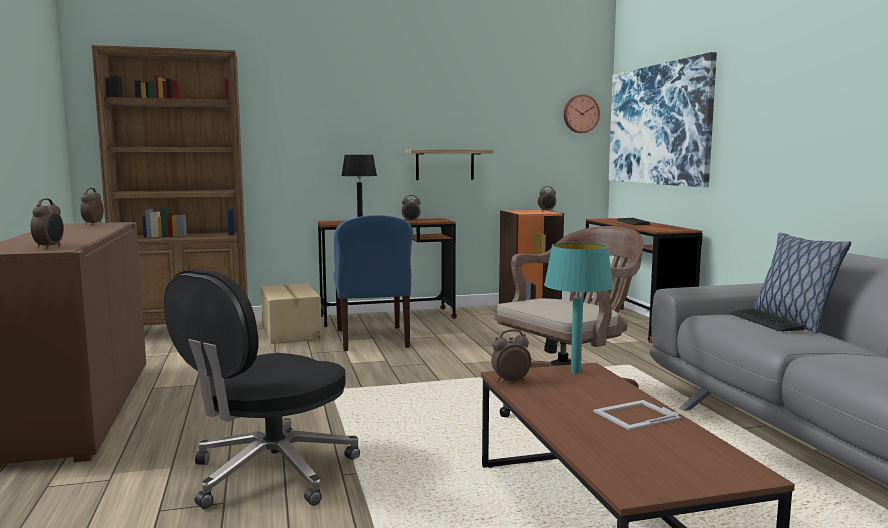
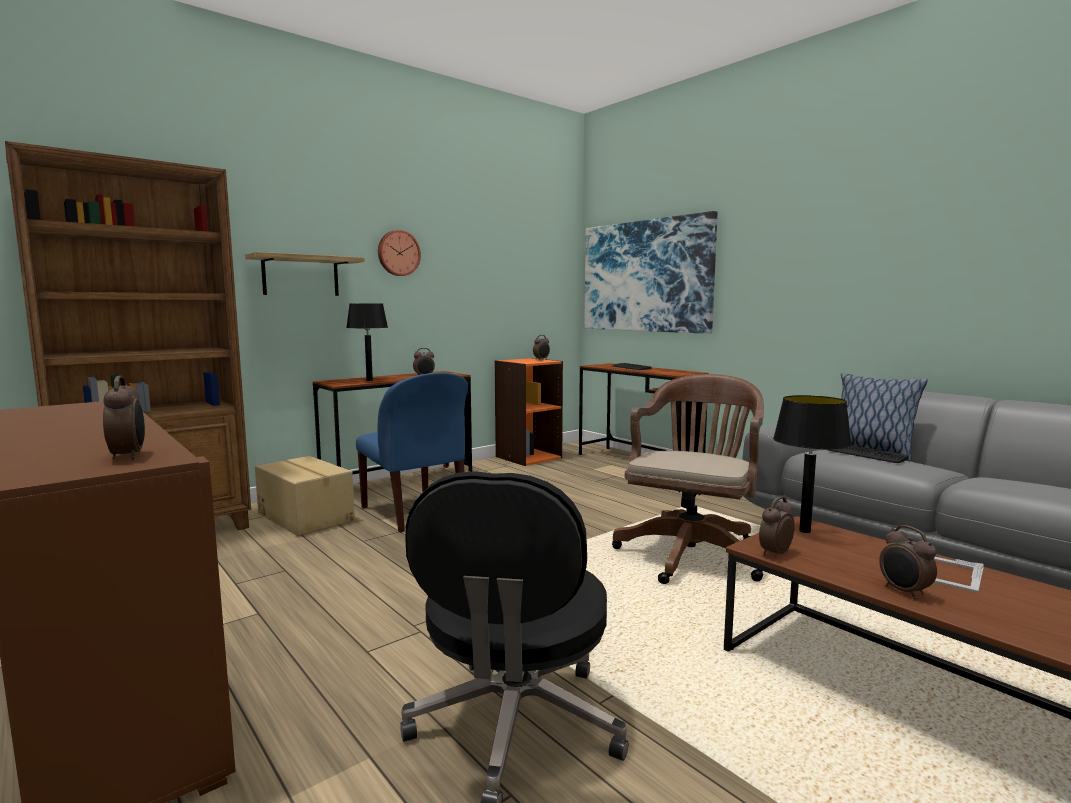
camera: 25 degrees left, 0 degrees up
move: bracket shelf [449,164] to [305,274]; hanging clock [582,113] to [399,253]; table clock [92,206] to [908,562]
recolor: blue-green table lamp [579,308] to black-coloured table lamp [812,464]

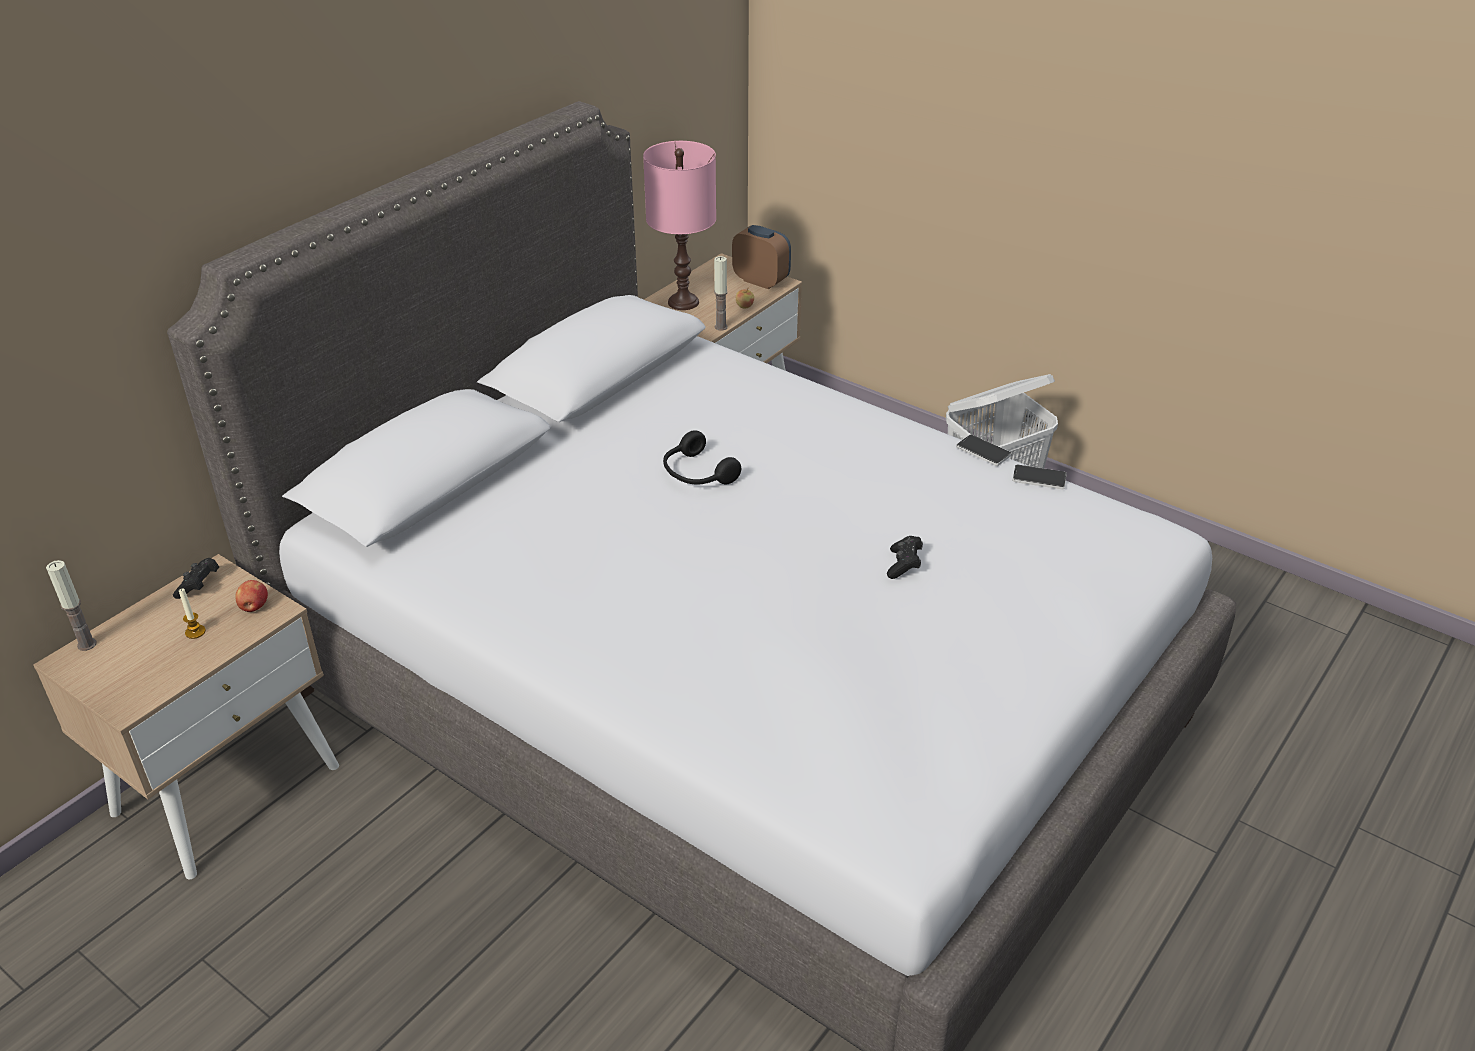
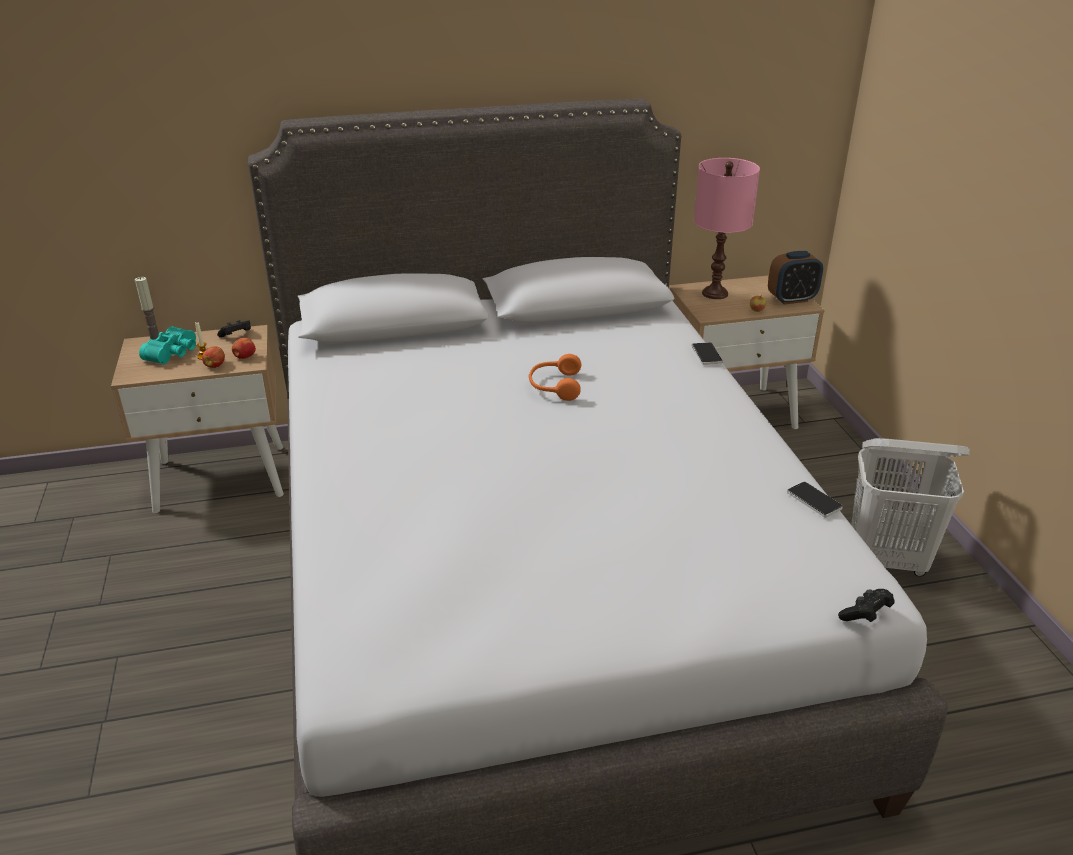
camera: 40 degrees right, 5 degrees down
delete: wax light [721,293]
insert: blue-green binoculars [167,345]; apple [213,357]
move: telephone [984,450] to [707,353]; black-coloured game controller [905,557] to [866,605]
recolor: black-coloured pair of headphones [702,457] to orangey pair of headphones [555,377]
rotate: table clock [761,257] = [795,278] 90 degrees clockwise

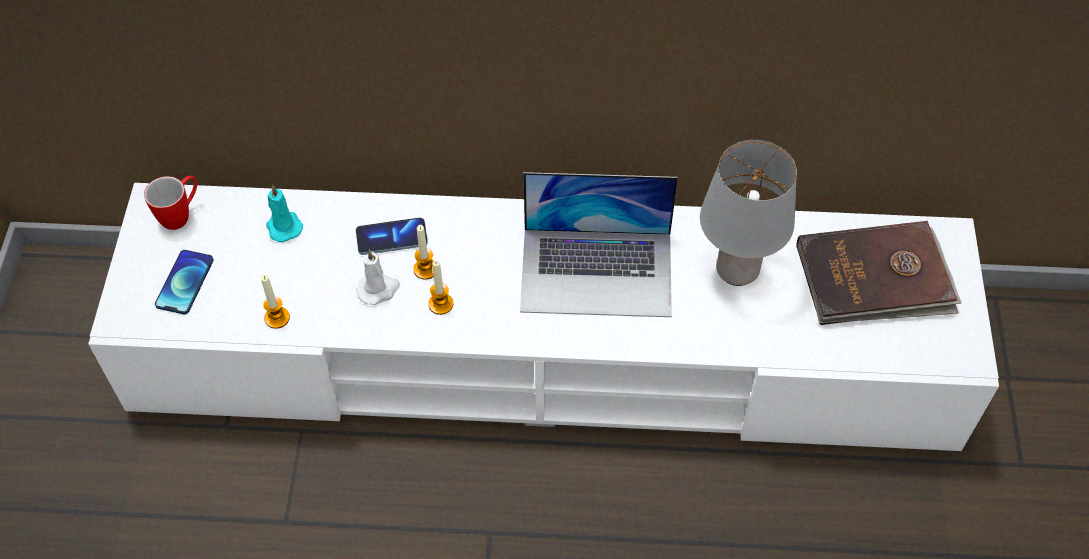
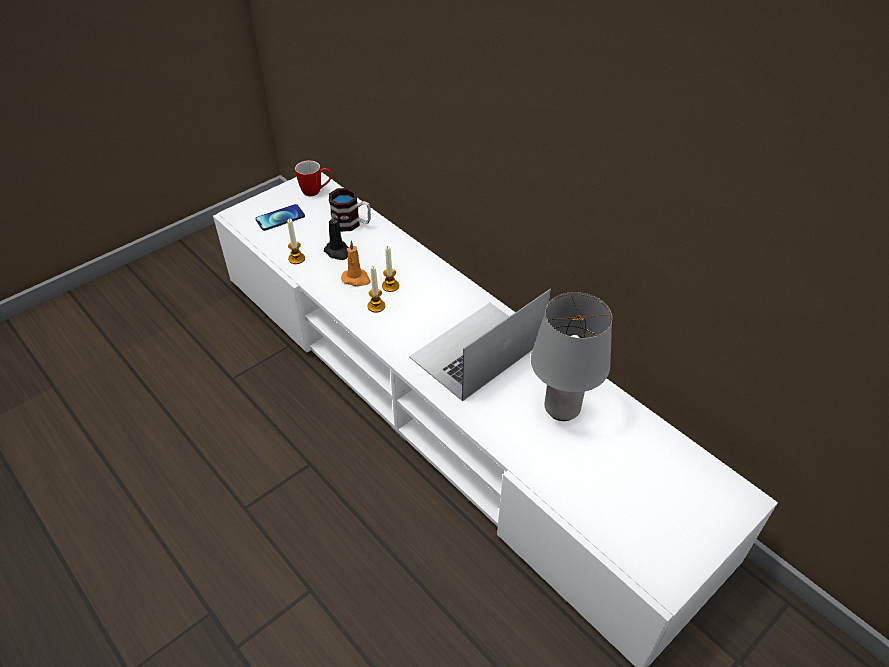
camera: 45 degrees right, 10 degrees down
delete: telephone [392,236]; brownish book [879,273]
insert: black-coloured wax light [336,236]
replace: blue-green wax light [284,213] to tea mug [350,210]
recolor: white wax light [378,277] to orangey wax light [356,263]
rotate: portable computer [599,244] = [480,344] 90 degrees clockwise

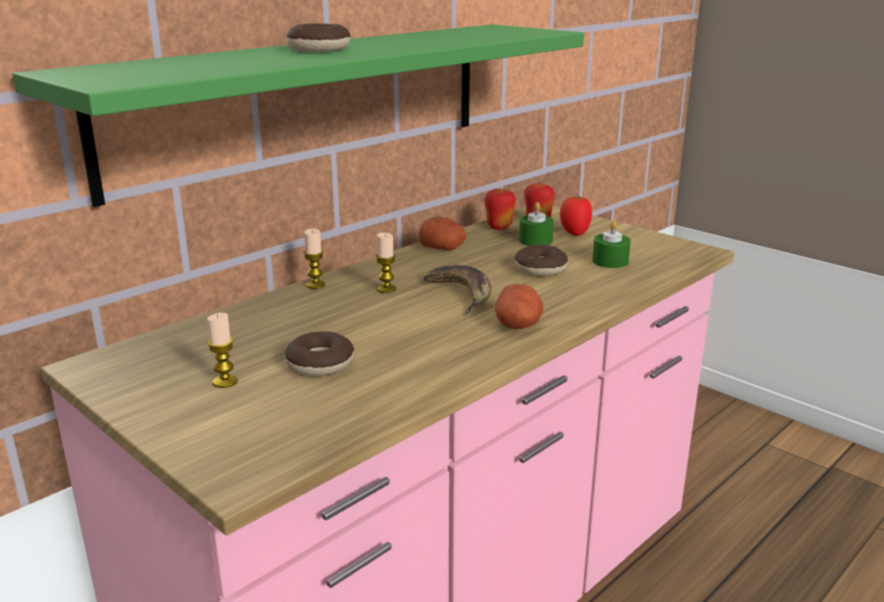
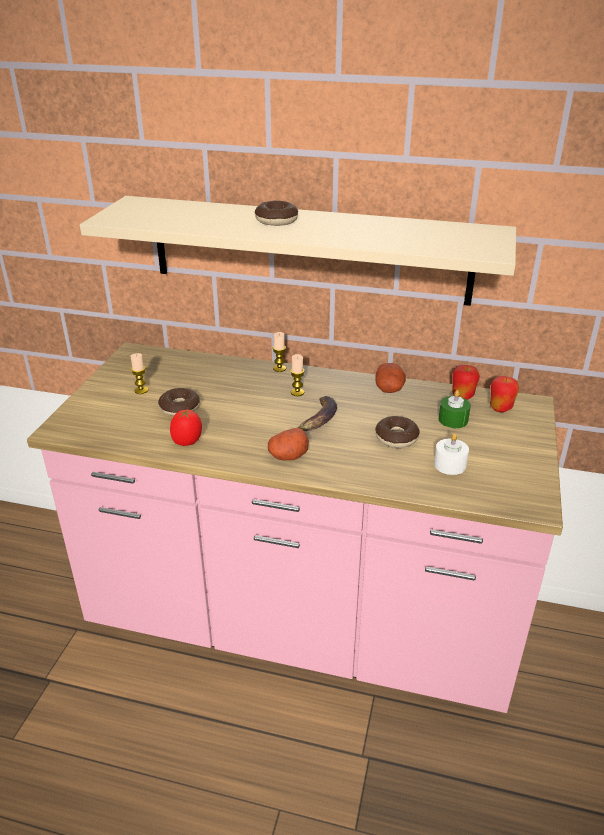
camera: 60 degrees right, 10 degrees up
move: tomato [576,216] to [186,428]
recolor: green-coloured bracket shelf [298,115] to beige-coloured bracket shelf [298,251]; green-coloured wax light [611,244] to white wax light [451,454]

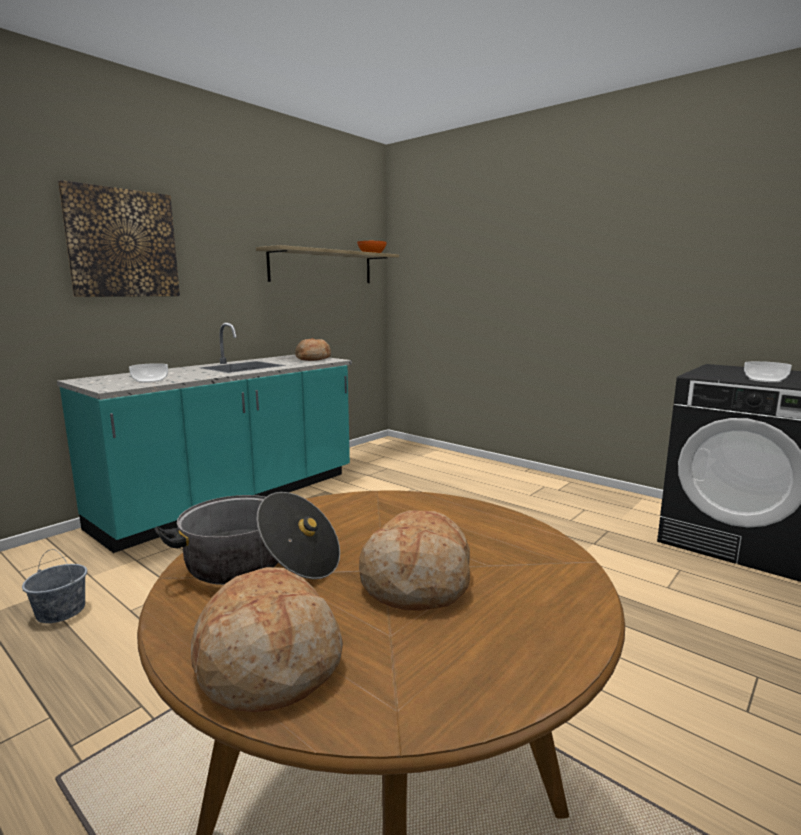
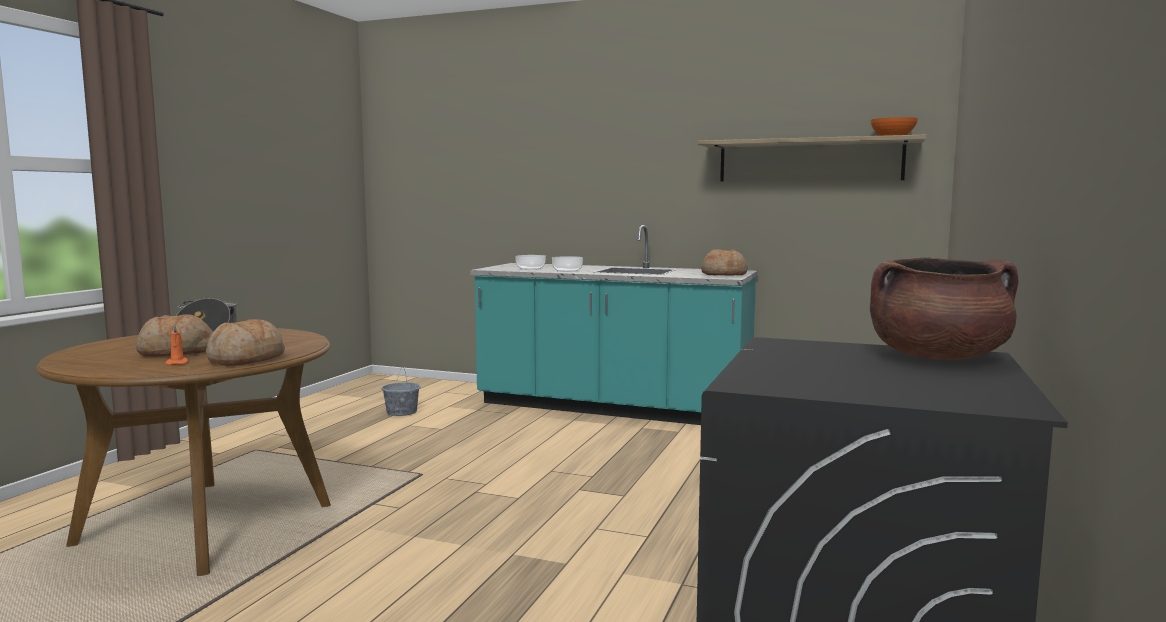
camera: 70 degrees right, 5 degrees down
delete: wall picture [119,238]
insert: orangey wax light [177,344]; brownish saucepot [944,308]
move: bread [267,639] to [245,342]; serving bowl [768,372] to [567,264]

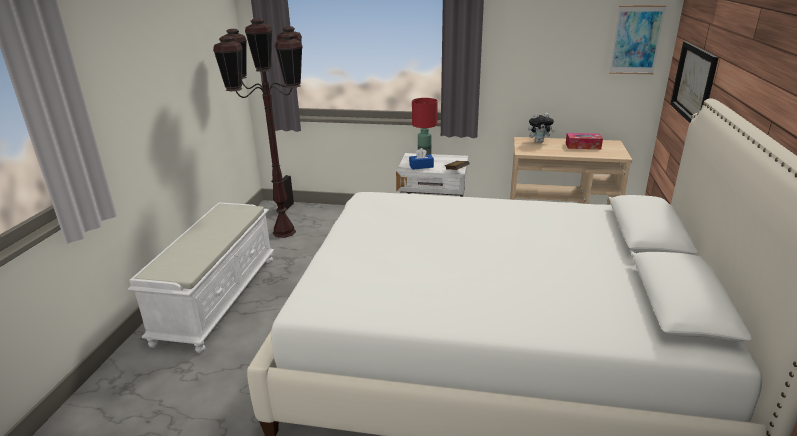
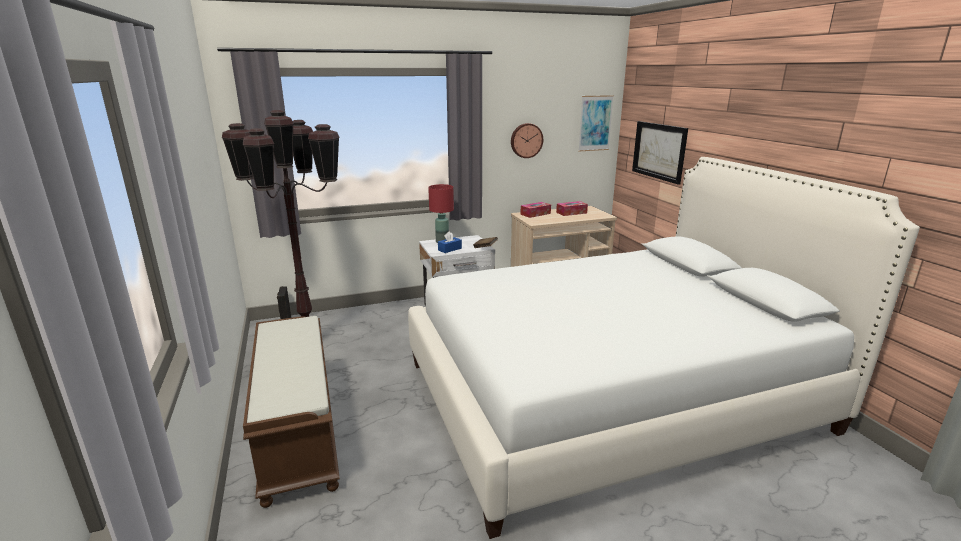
camera: 30 degrees left, 5 degrees down
insert: hanging clock [527,140]
replace: plush toy [541,128] to tissue holder [535,210]
recolor: white indoor bench [201,277] to brownish indoor bench [291,412]

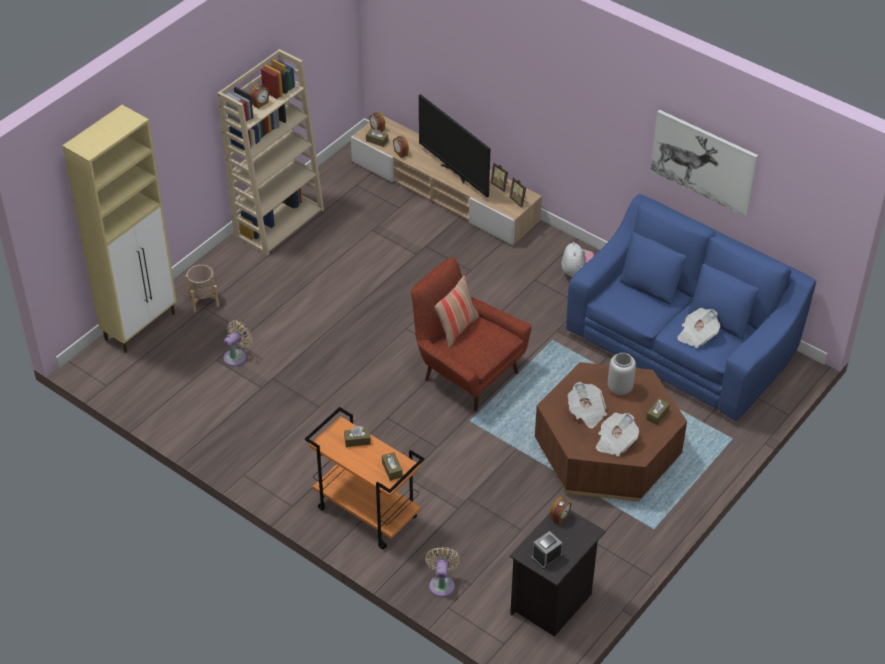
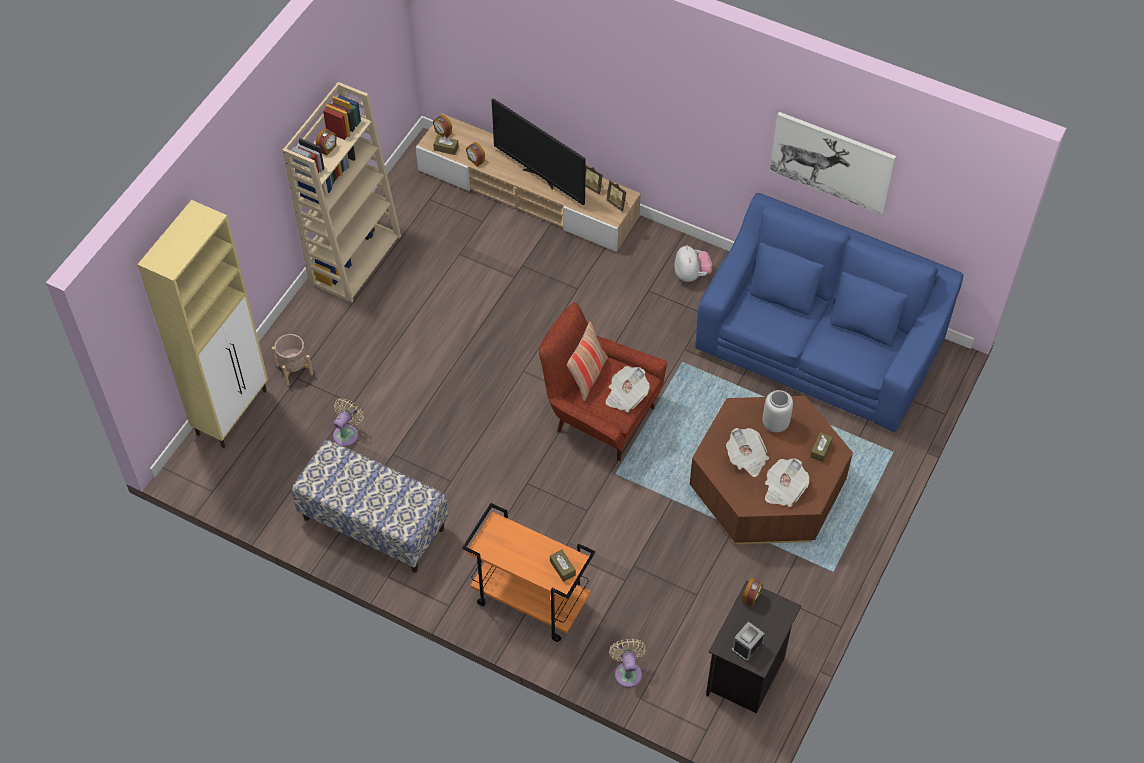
camera: 10 degrees left, 10 degrees up
delete: brownish tissue holder [357,436]
insert: indoor bench [370,506]
move: newspaper [698,328] to [627,389]

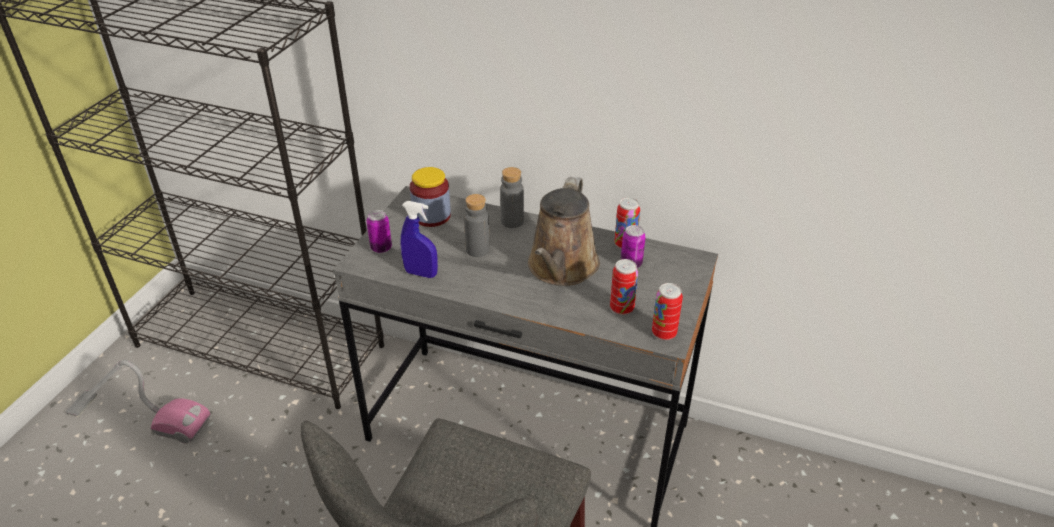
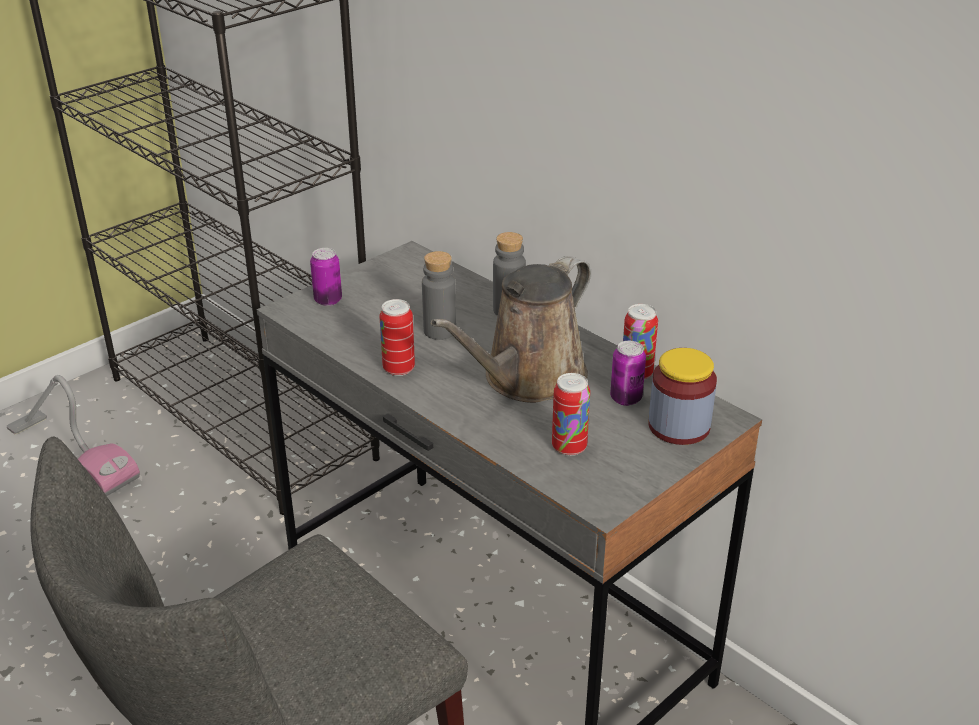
camera: 25 degrees right, 5 degrees down
delete: bluish spray bottle [419,239]
move: metal can [667,311] to [397,337]; storage jar [430,197] to [683,396]

